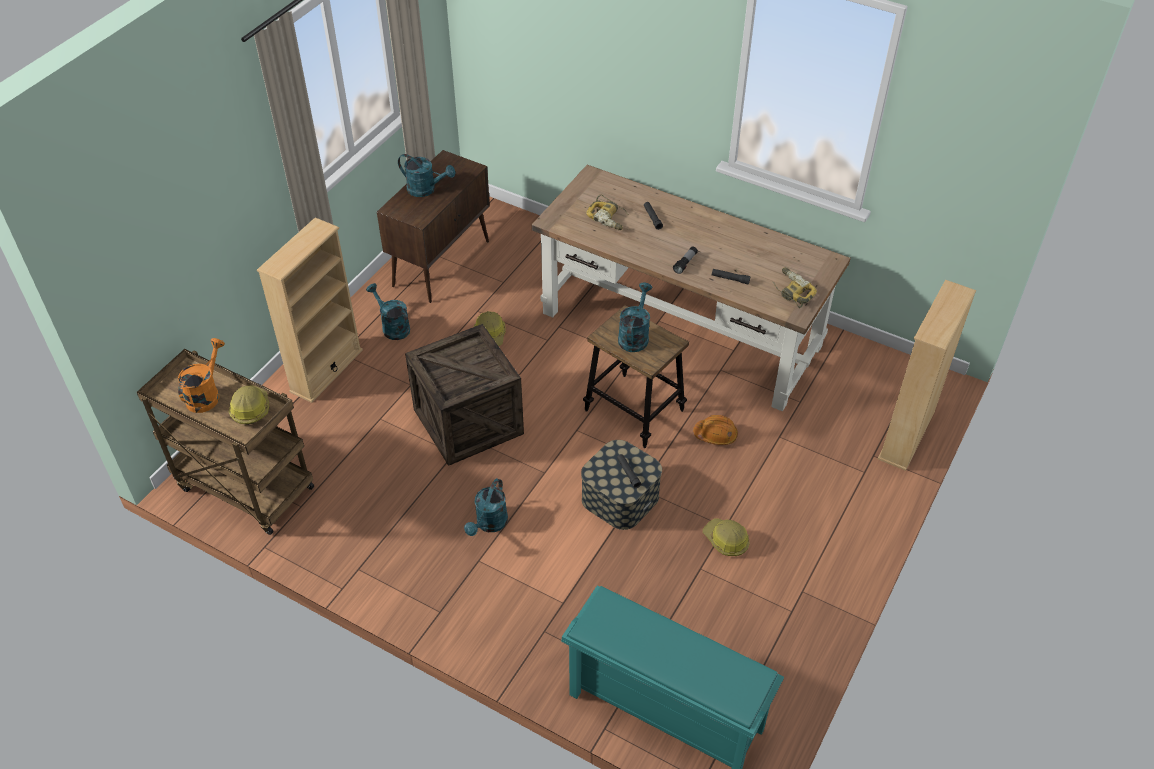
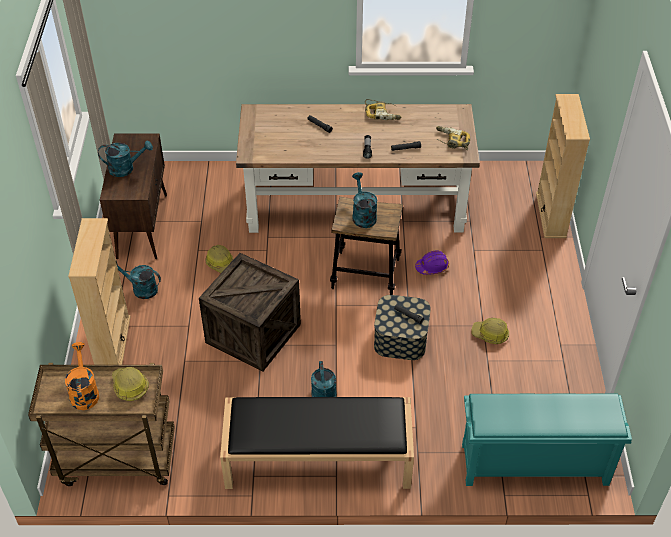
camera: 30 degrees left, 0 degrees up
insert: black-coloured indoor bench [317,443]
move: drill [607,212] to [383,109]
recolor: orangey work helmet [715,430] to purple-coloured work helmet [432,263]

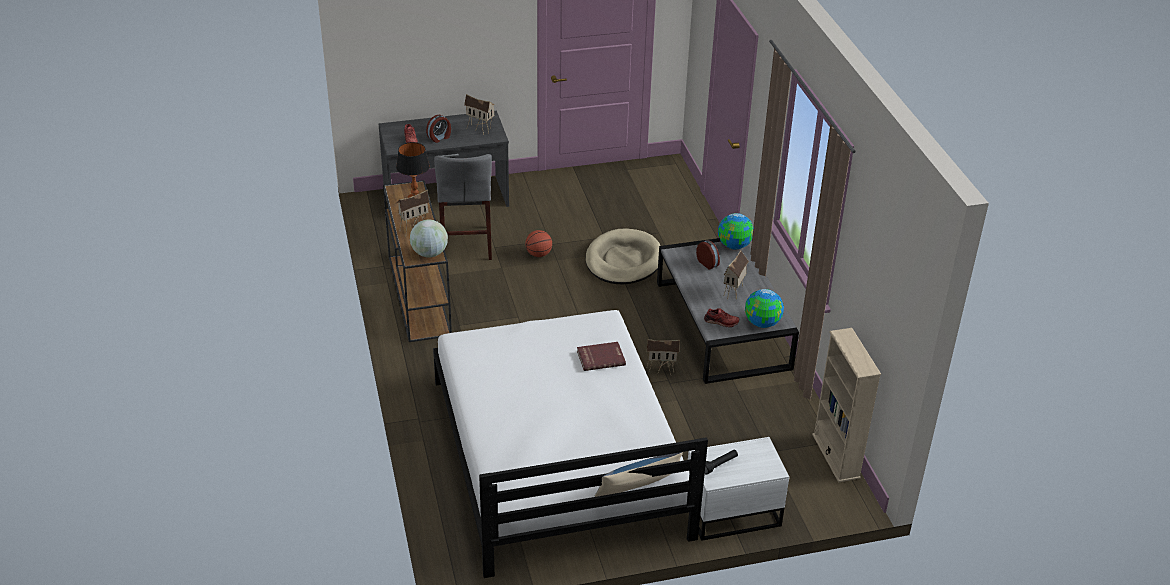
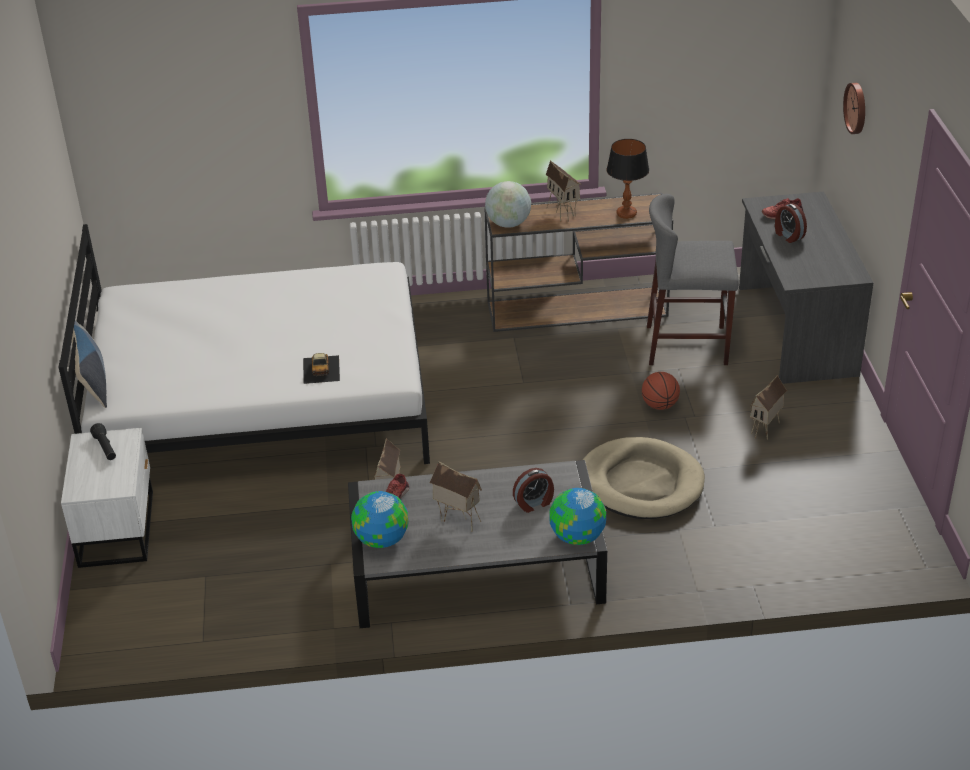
camera: 100 degrees right, 0 degrees up
delete: beige-coloured bookcase [846,405]
insert: hanging clock [854,108]
move: toy house [479,114] to [768,407]
replace: red-coloured book [601,356] to miniature car [321,368]

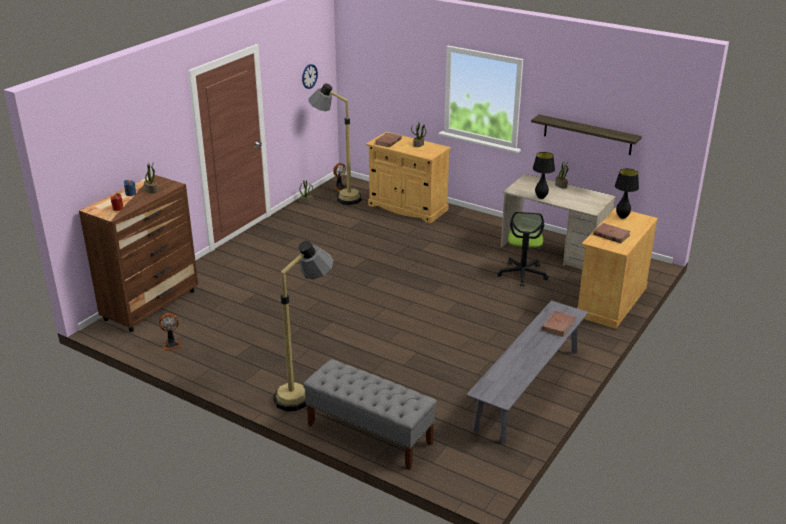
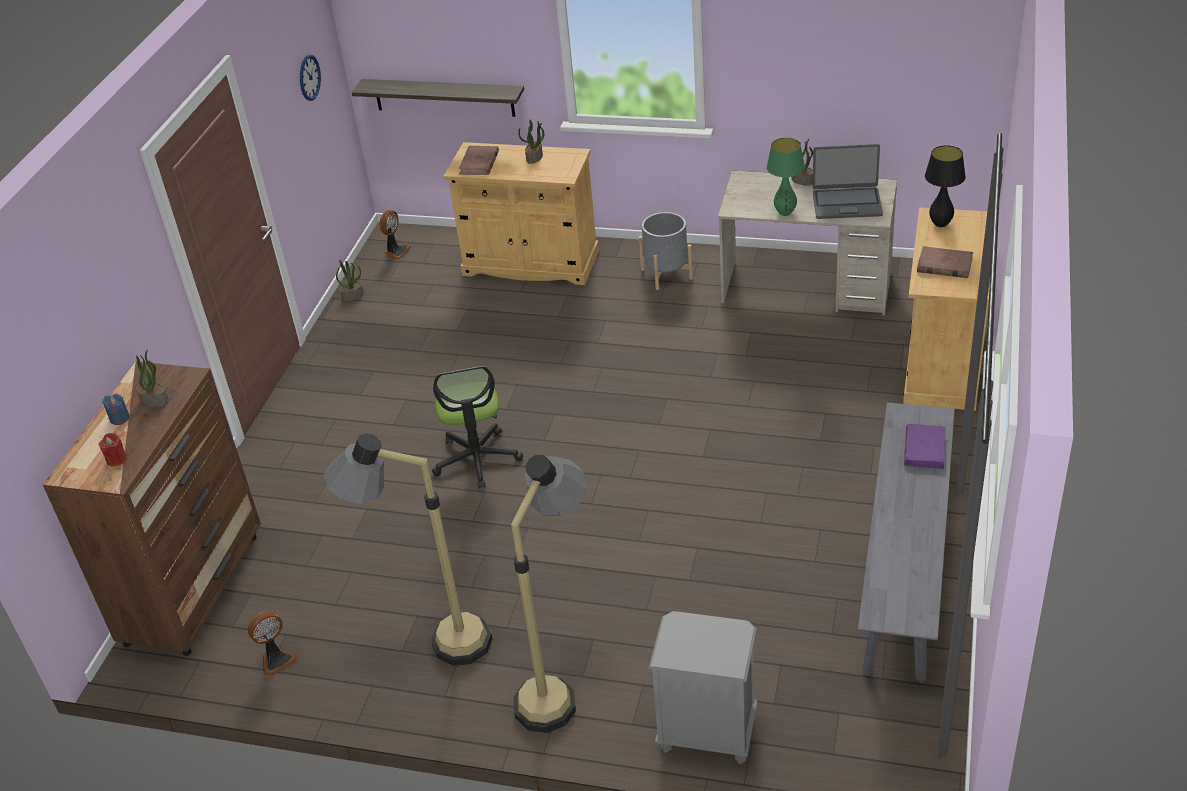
camera: 15 degrees left, 10 degrees up
insert: greyish plant pot [666,251]; portable computer [848,181]
move: floor lamp [335,144] to [408,549]; bracket shelf [586,135] to [438,98]; desk chair [523,249] to [477,427]
replace: greyish indoor bench [370,414] to greyish bedside table [703,687]
recolor: black-coloured table lamp [544,175] to green-coloured table lamp [785,177]; brownish book [559,324] to purple-coloured book [924,446]

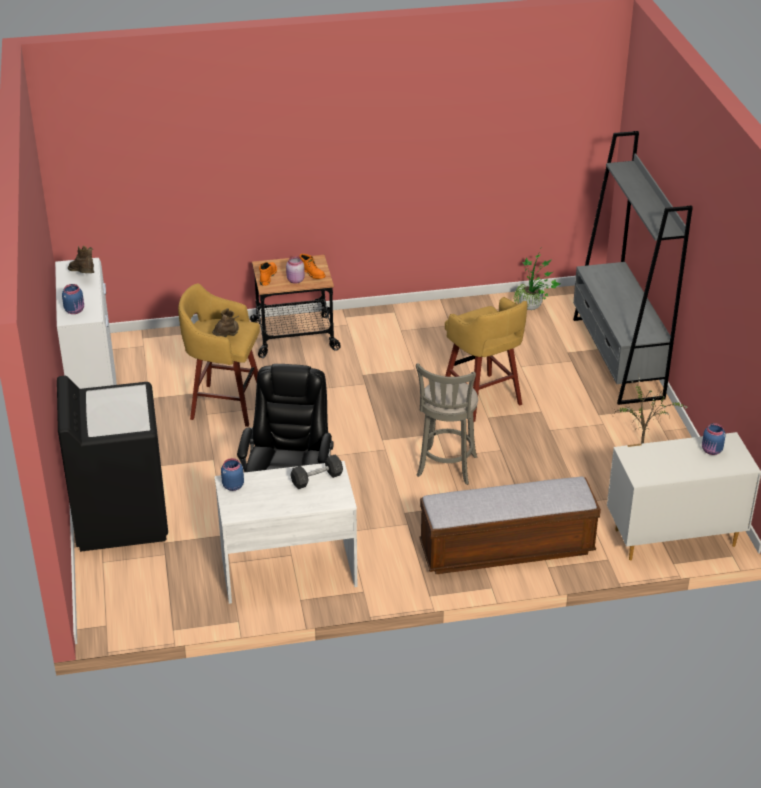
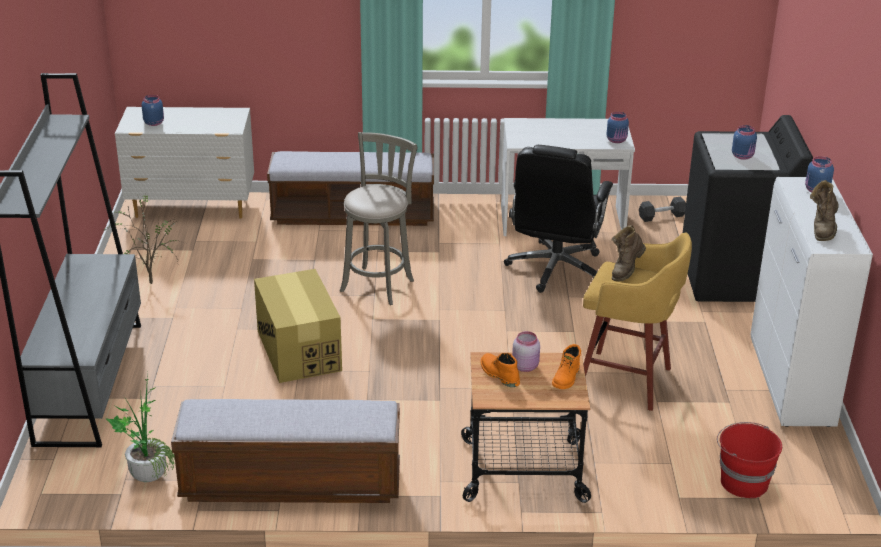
camera: 170 degrees left, 5 degrees down
insert: indoor bench [285,451]; red-coloured bucket [749,460]; bluish storage jar [744,142]
move: greyish free weight [317,472] to [662,209]
replace: yellow-coloured sitting stool [486,359] to carton [298,326]
rotate: brownish high-top boot [81,259] = [824,210] 45 degrees clockwise

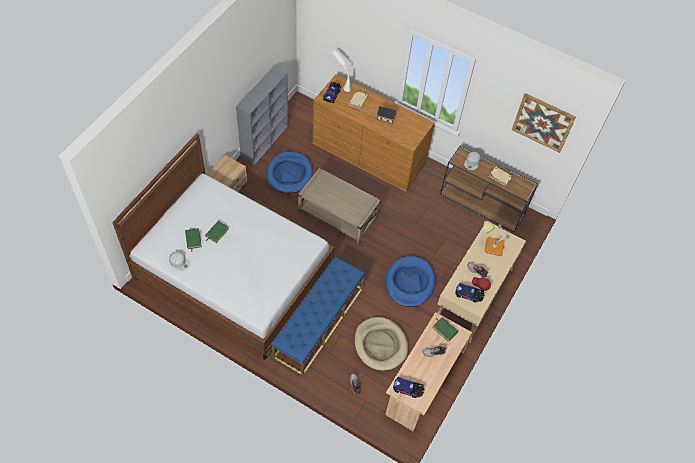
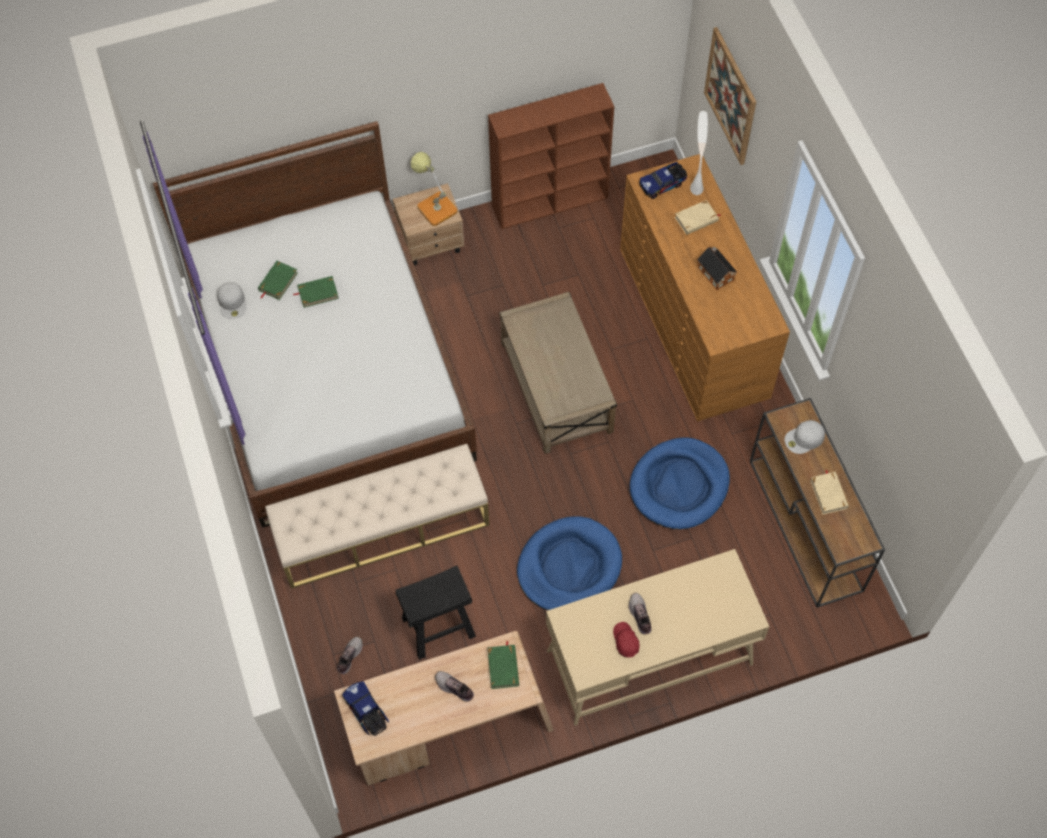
camera: 45 degrees right, 5 degrees up
delete: toy lorry [470,293]
move: table lamp [496,238] to [433,189]; bluish dog bed [289,172] to [680,483]; wall picture [544,123] to [730,96]
replace: beige-coloured dog bed [381,344] to black-coloured sitting stool [436,613]
recolor: bluish indoor bench [318,316] to beige-coloured indoor bench [377,516]; greyish bookcase [262,115] to brownish bookcase [551,156]

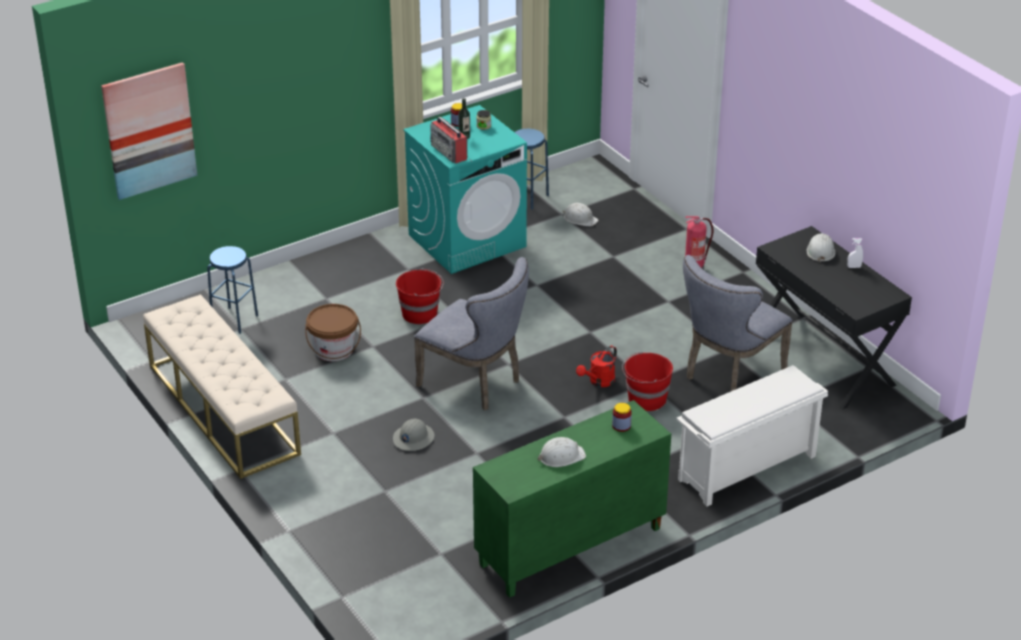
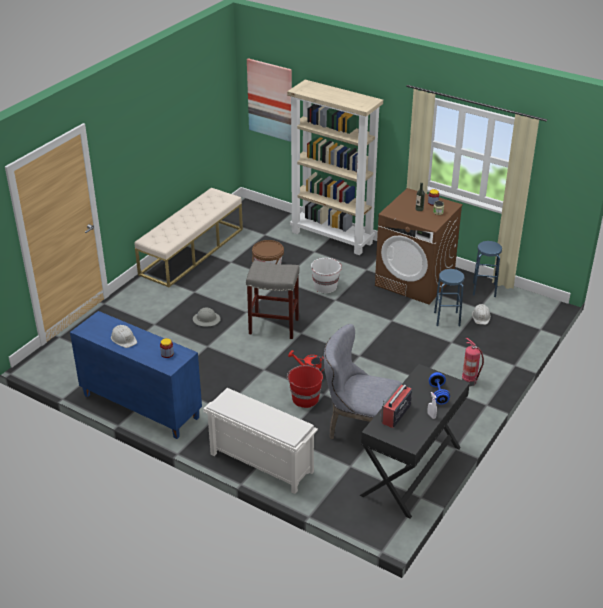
camera: 65 degrees right, 0 degrees up
insert: beige-coloured bookcase [335,167]
move: radio [448,140] to [396,406]; bluish sitting stool [232,290] to [449,298]
replace: greyish chair [471,333] to greyish sitting stool [273,300]; white work helmet [820,248] to bluish free weight [439,388]
recolor: green-coloured storage cabinet [572,499] to bluish storage cabinet [136,375]; red-coloured bucket [420,296] to white bucket [326,275]; blue-green washing machine [465,189] to brownish washing machine [419,246]

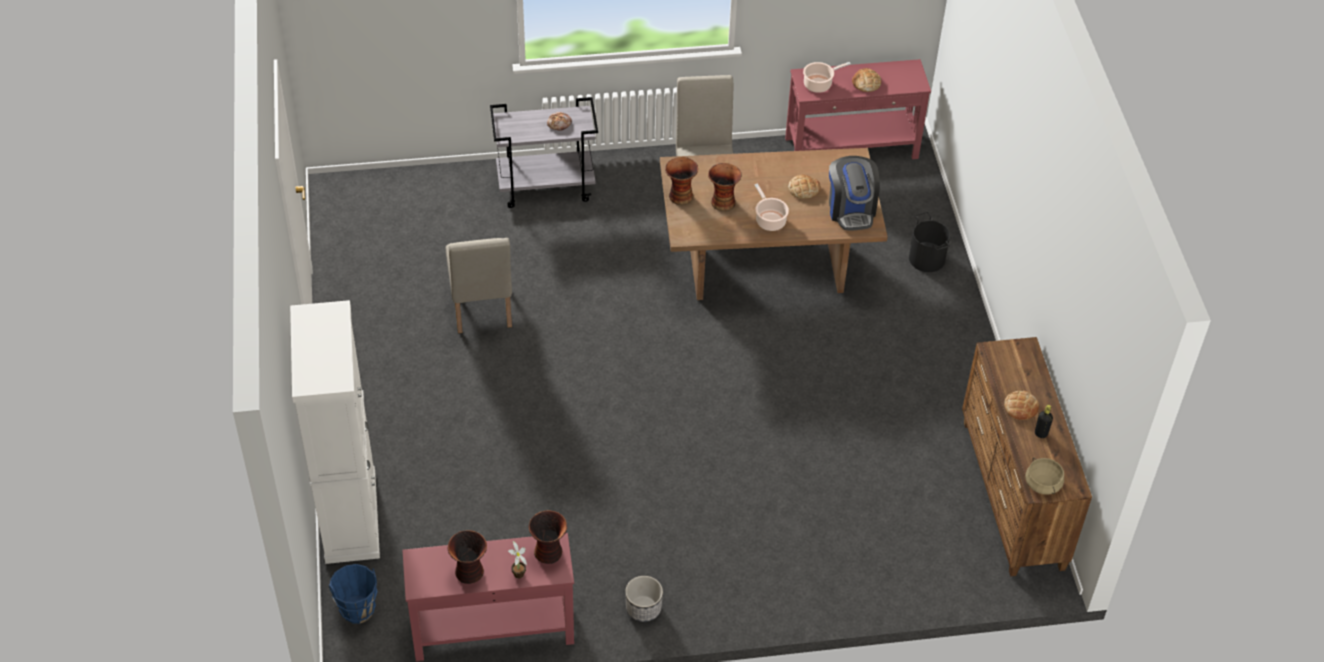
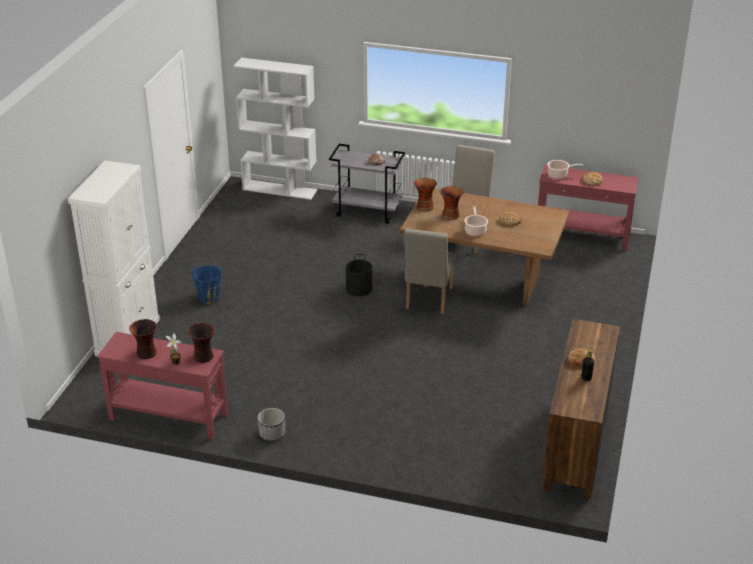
camera: 25 degrees right, 15 degrees down
delete: coffee brewer [854,193]; beige-coloured saucepot [1044,476]
insert: white bookcase [275,129]
move: bluish bucket [353,594] to [207,284]; black-coloured bucket [929,242] to [359,275]; beige-coloured chair [479,285] to [429,271]

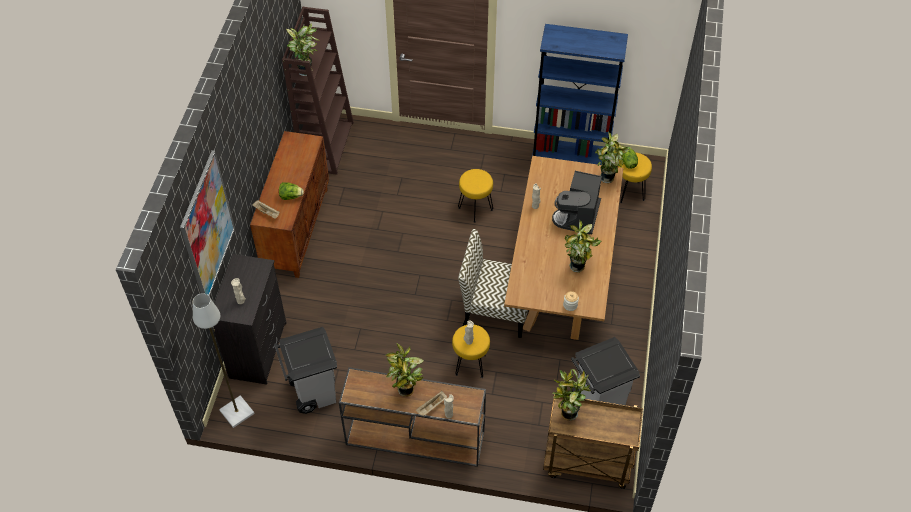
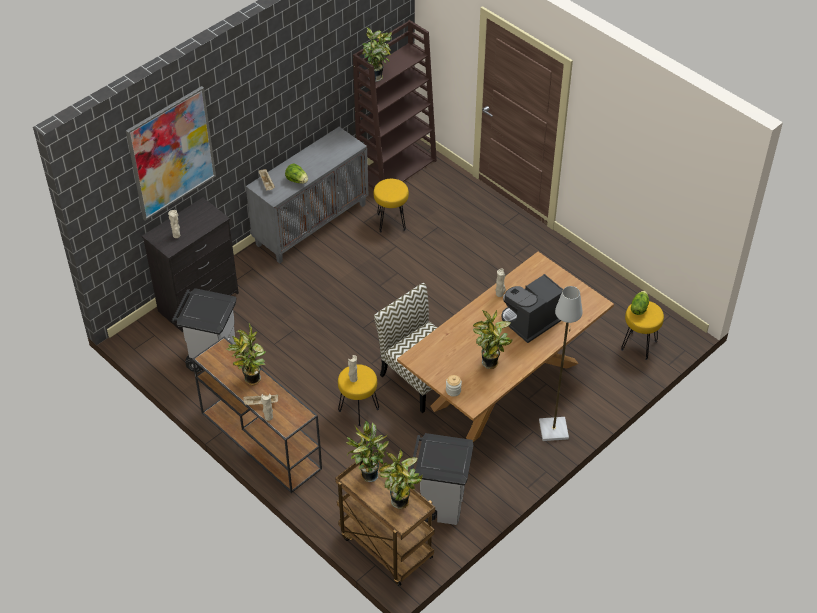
camera: 35 degrees right, 5 degrees down
delete: bluish bookcase [580,94]
move: yellow-coloured sitting stool [475,196] to [391,205]; potted plant [612,157] to [401,479]; greyish floor lamp [224,360] to [561,363]
recolor: brownish storage cabinet [289,204] to greyish storage cabinet [307,195]

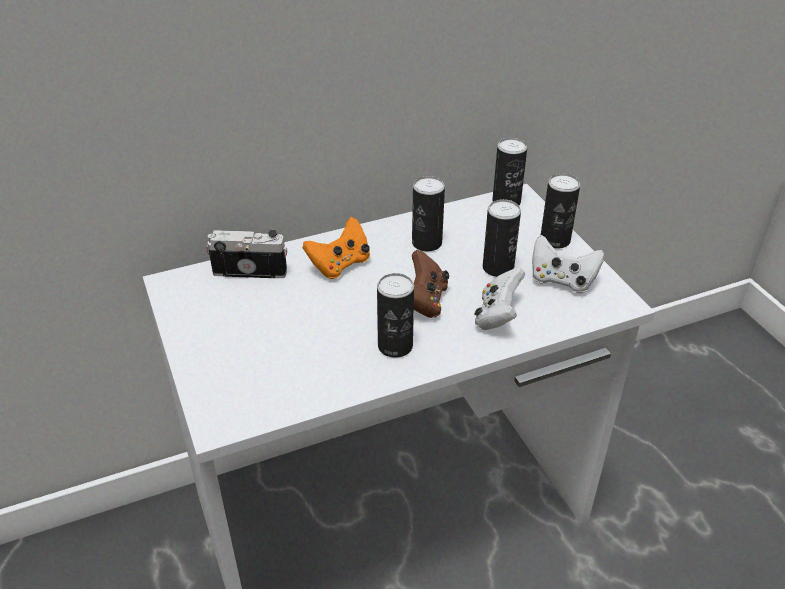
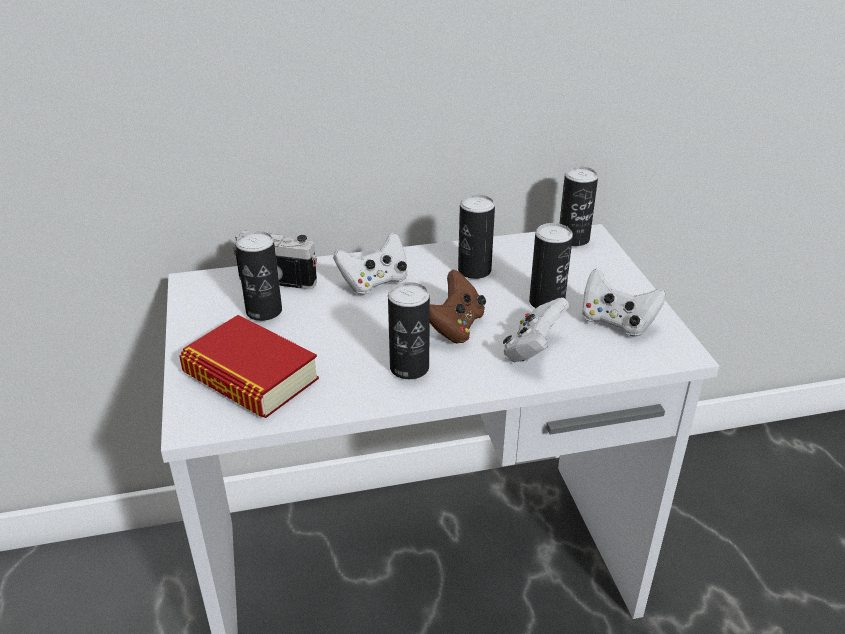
camera: 10 degrees right, 5 degrees down
insert: book [249,366]
move: metal can [560,211] to [259,276]
recolor: orangey game controller [336,248] to white game controller [370,263]

